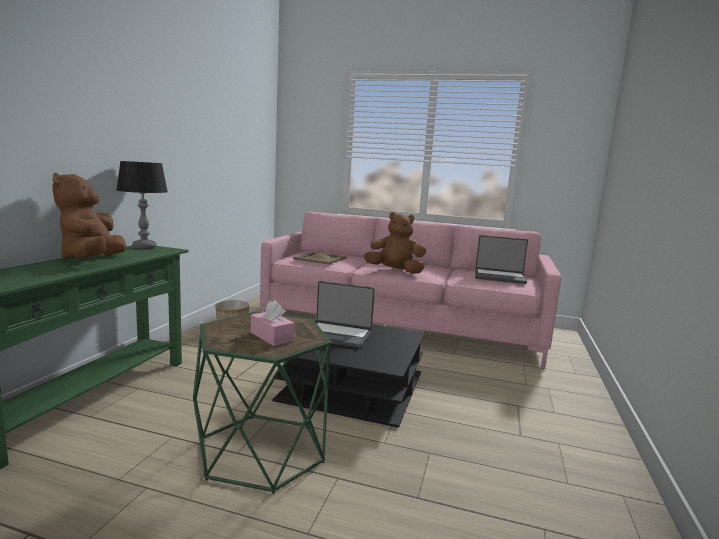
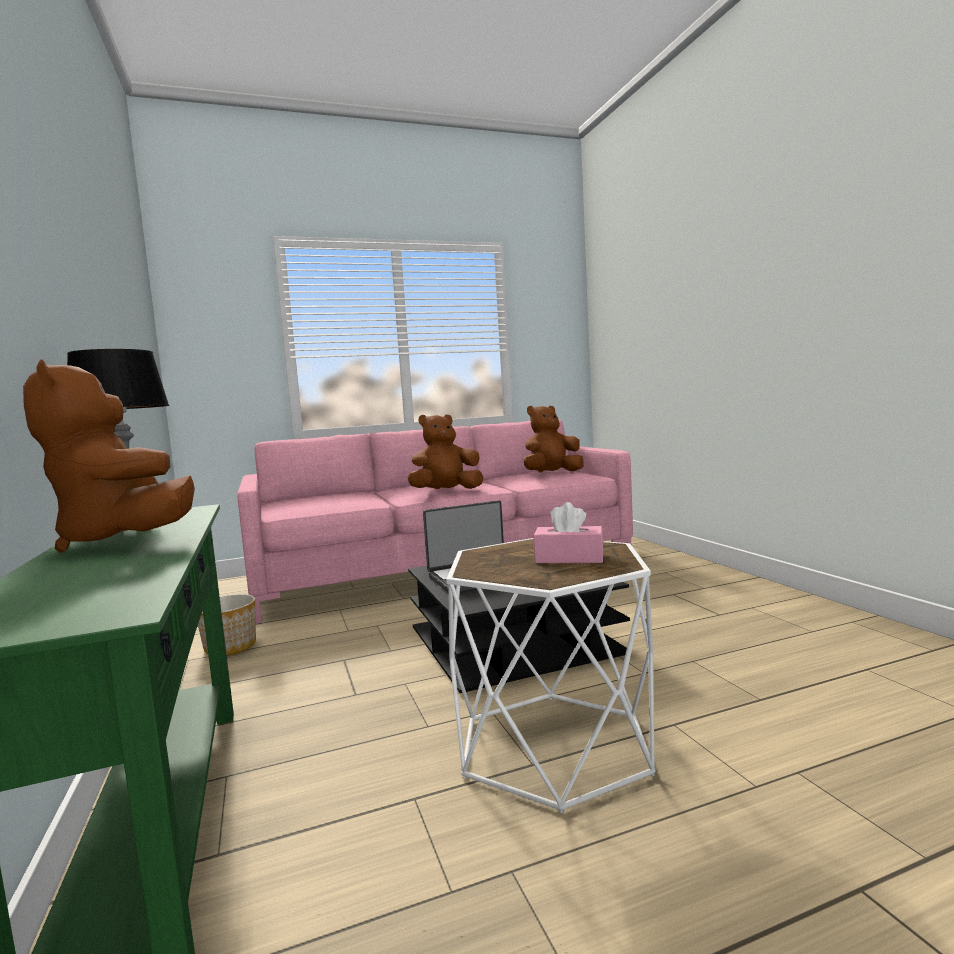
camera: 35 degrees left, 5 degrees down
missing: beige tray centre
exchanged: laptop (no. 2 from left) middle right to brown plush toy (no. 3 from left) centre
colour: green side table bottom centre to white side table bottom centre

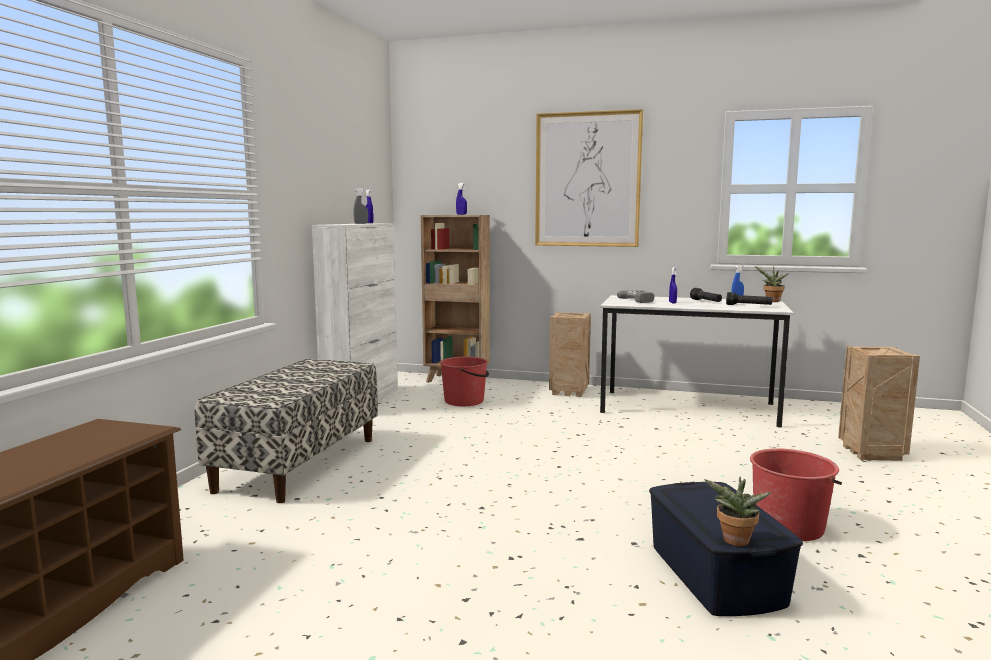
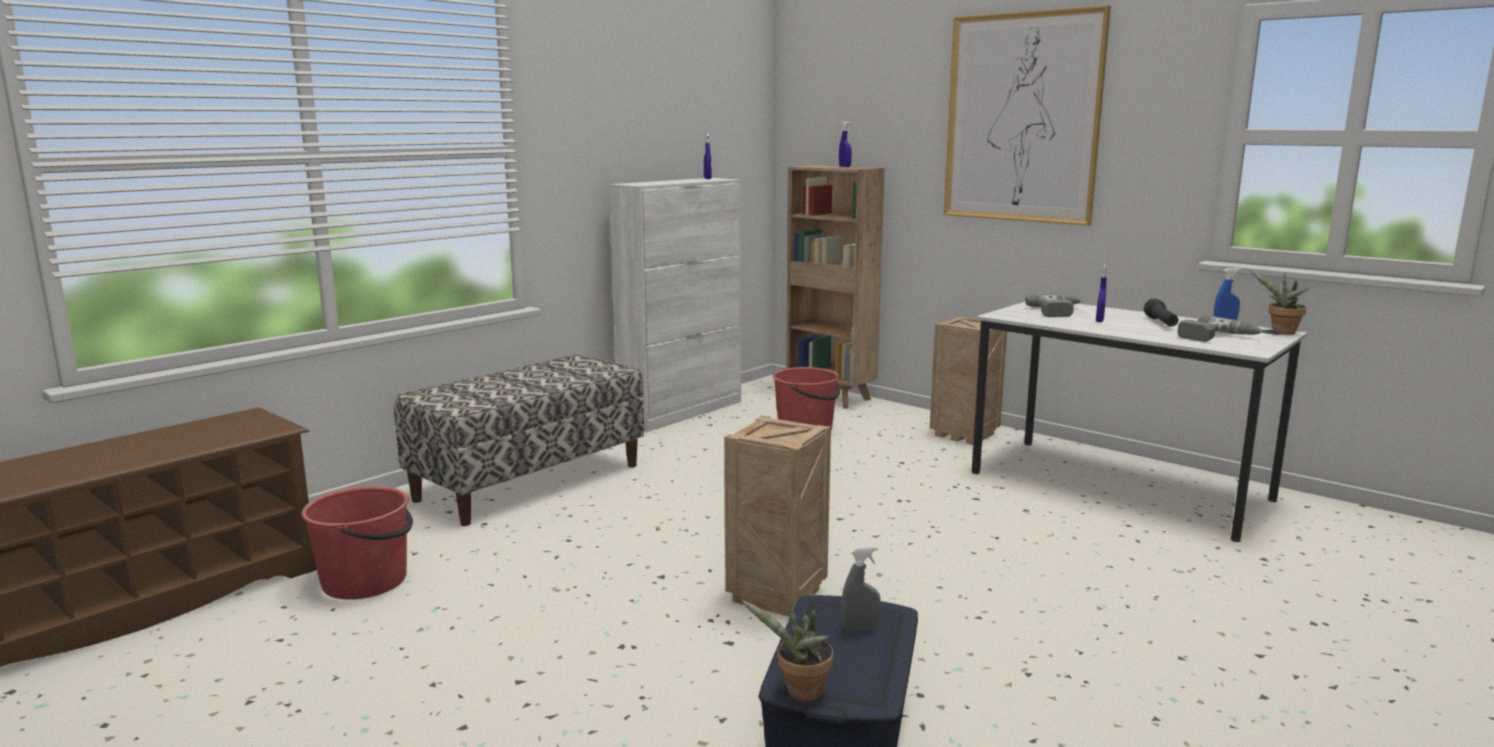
camera: 25 degrees right, 5 degrees up
relocated: grey spray bottle top centre to bottom centre; red bucket (no. 2 from left in the first image) bottom right to red bucket (no. 1 from left) bottom left; crate (no. 2 from left in the first image) middle right to crate (no. 1 from left) bottom centre
exchanged: black flashlight (no. 2 from left) middle right to power drill (no. 2 from left) middle right

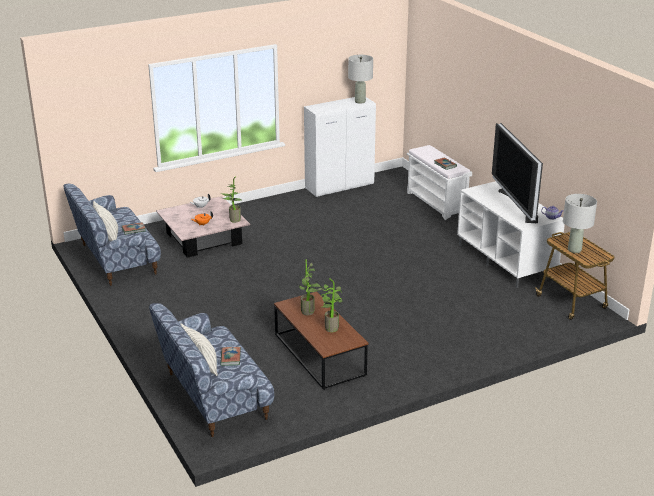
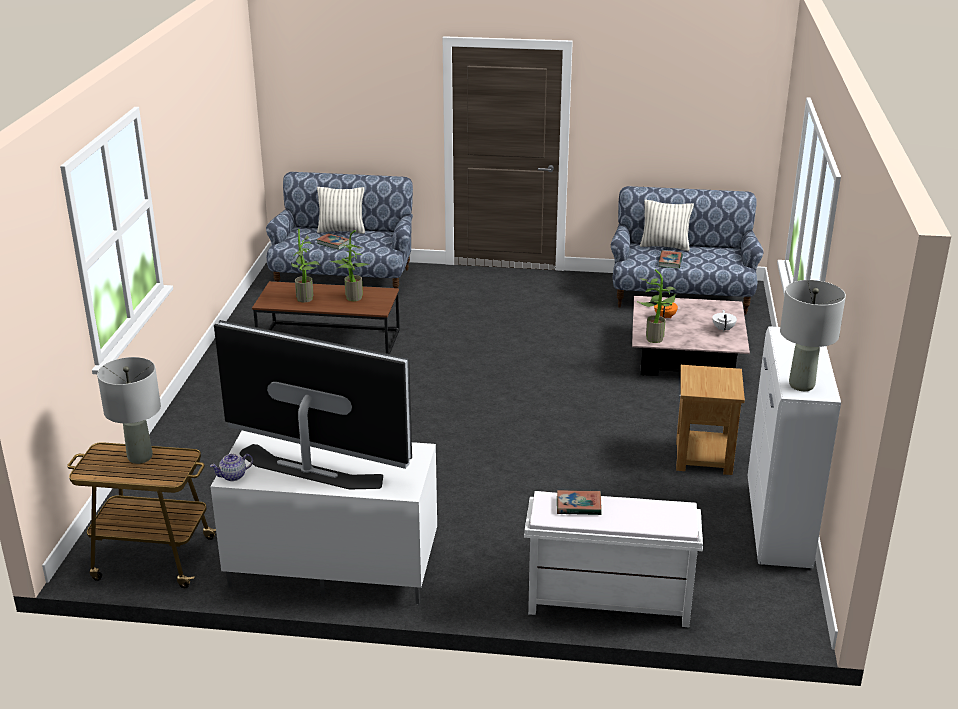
camera: 125 degrees right, 0 degrees up
appeared: brown side table middle right

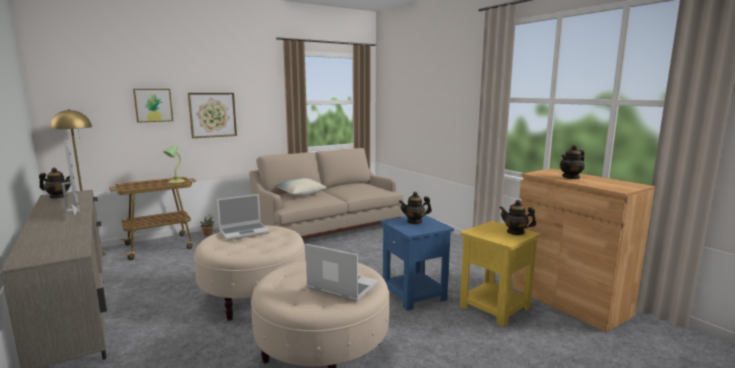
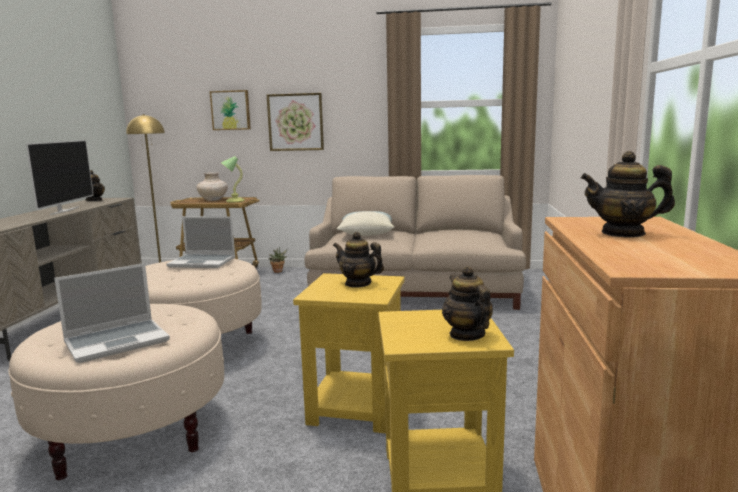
camera: 40 degrees right, 0 degrees up
appeared: beige vase middle left
colour: blue side table bottom centre to yellow side table (no. 1 from left) bottom centre
spun: laptop (no. 2 from left in the first image) bottom centre = middle left 75 degrees clockwise

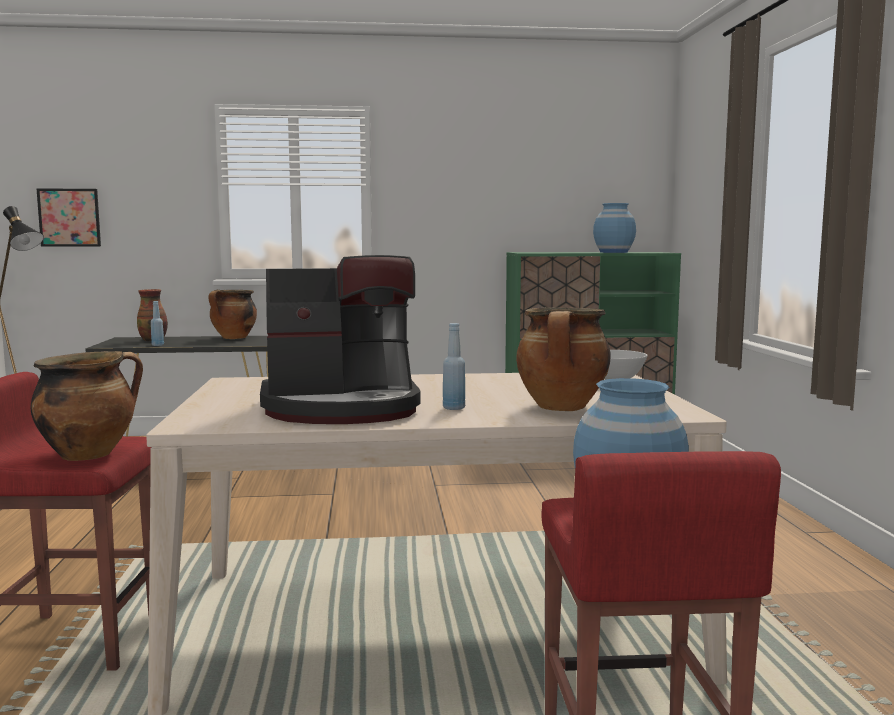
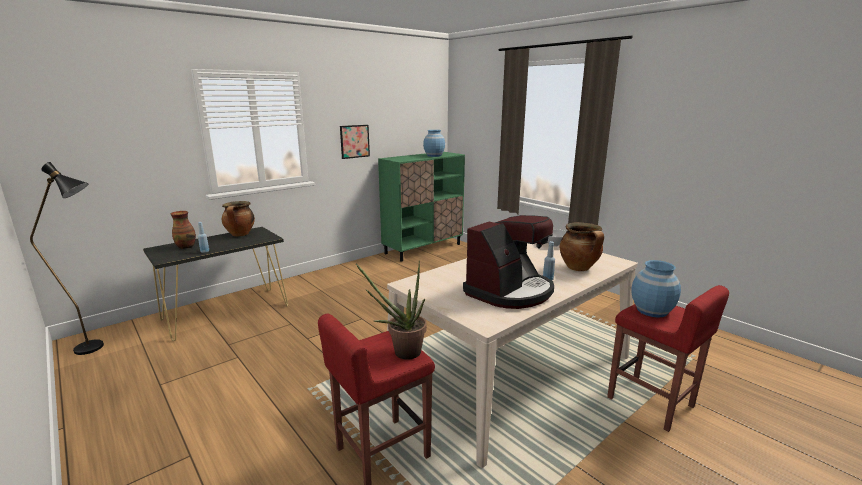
camera: 35 degrees left, 10 degrees up
relocated: picture top left to top centre
exchanged: cooking pot (no. 1 from left) middle left to potted plant centre

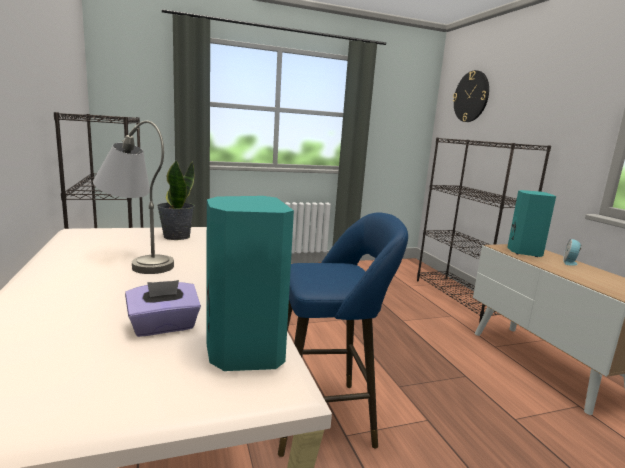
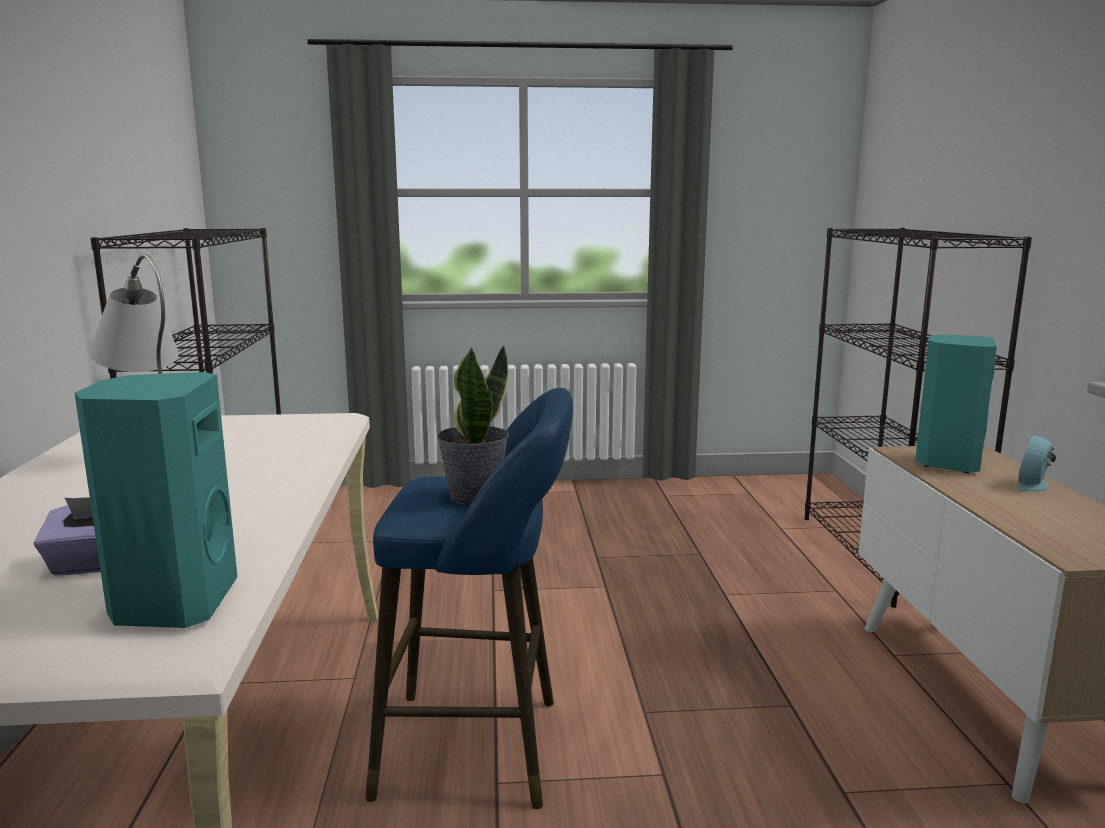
camera: 15 degrees right, 0 degrees up
missing: wall clock top right
relocated: potted plant middle left to centre

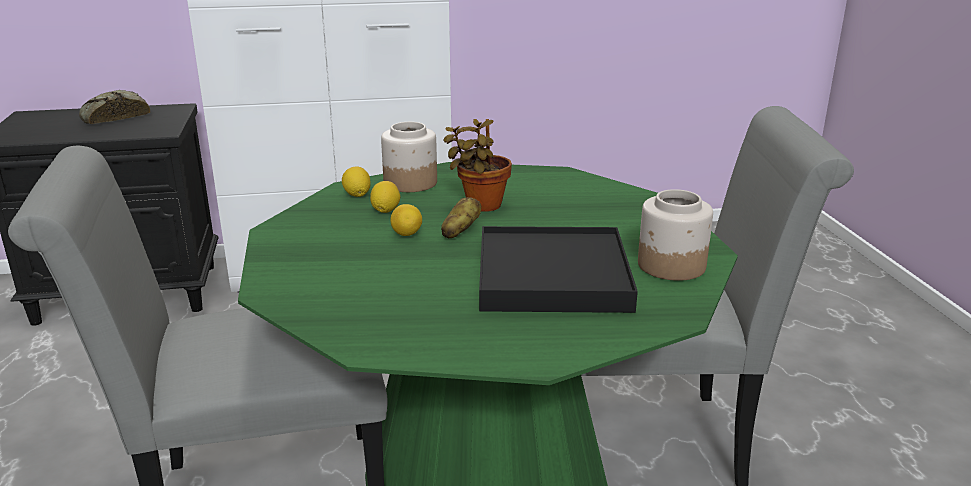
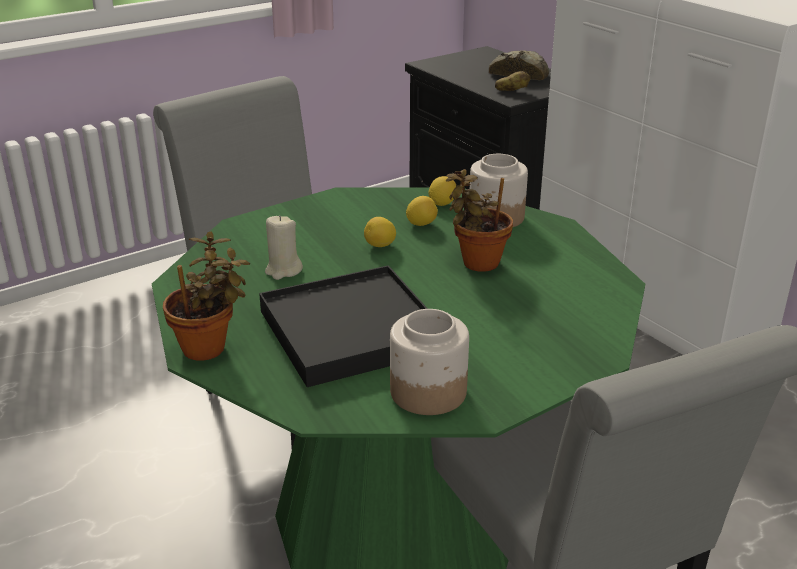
camera: 65 degrees right, 5 degrees up
appeared: potted plant (no. 1 from left) middle left; beige candle centre
relocated: potato centre to top centre

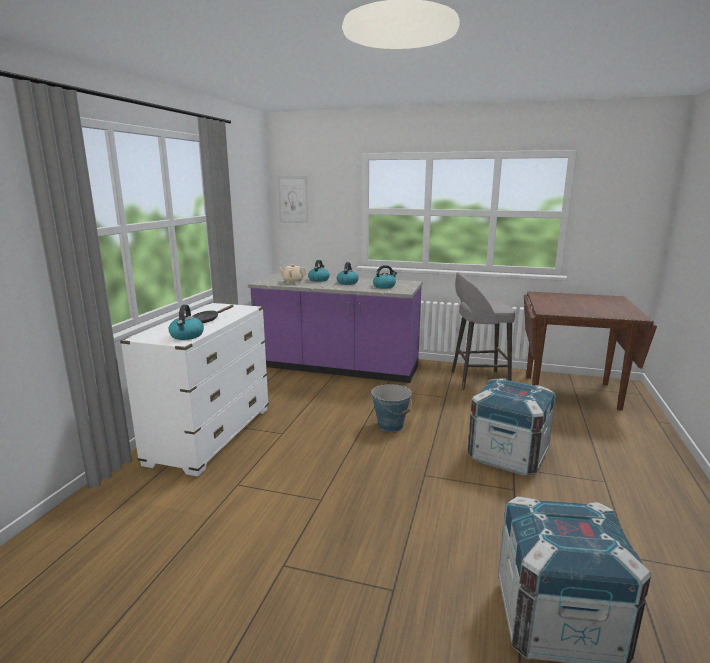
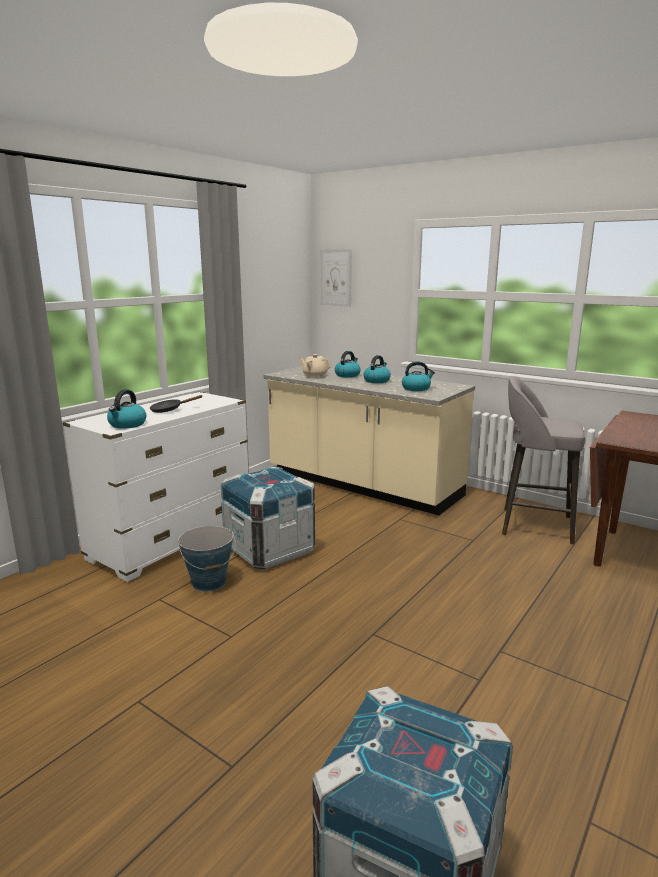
camera: 20 degrees right, 0 degrees up
relocated: bucket centre to middle left; crate (no. 1 from left) middle right to centre
colour: purple counter centre to beige counter centre

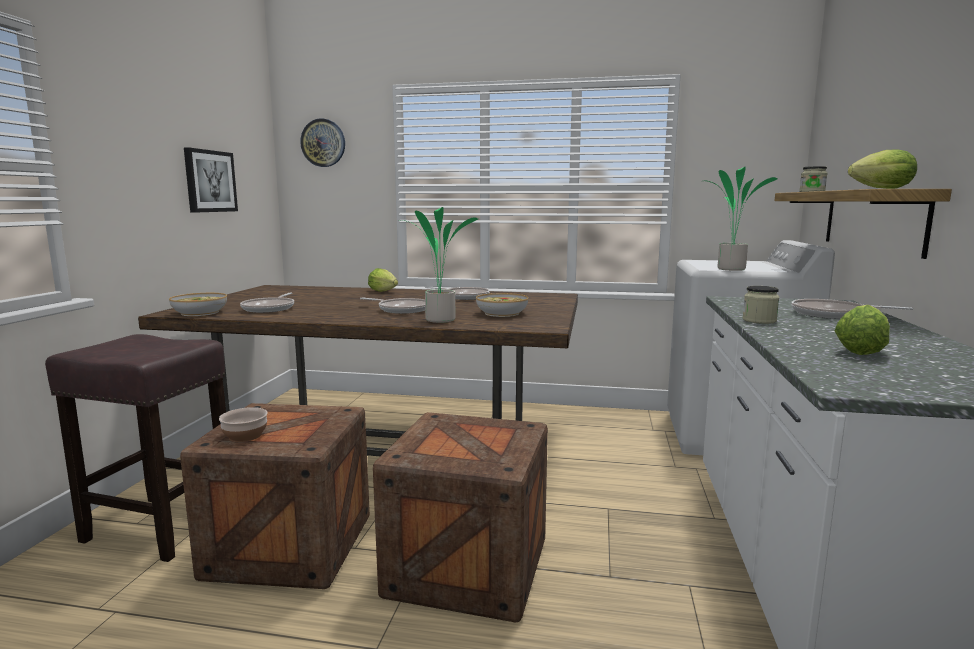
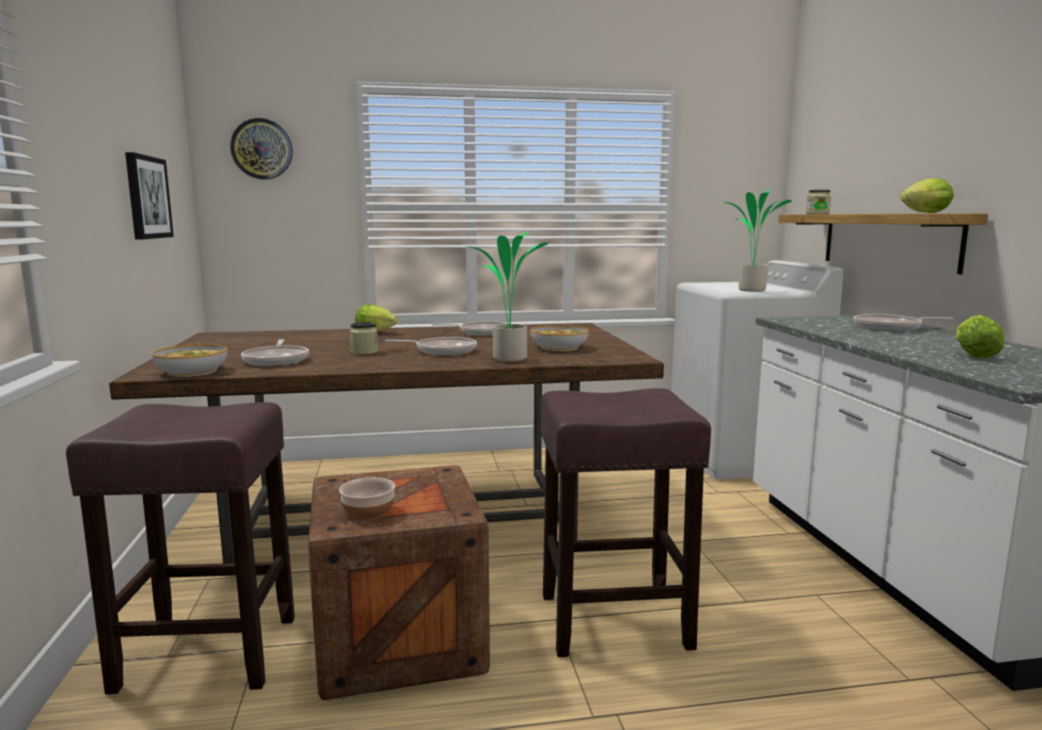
camera: 20 degrees left, 0 degrees up
relocated: jar (no. 1 from left) middle right to centre
exchanged: crate (no. 2 from left) bottom centre to brown stool (no. 2 from left) bottom centre

